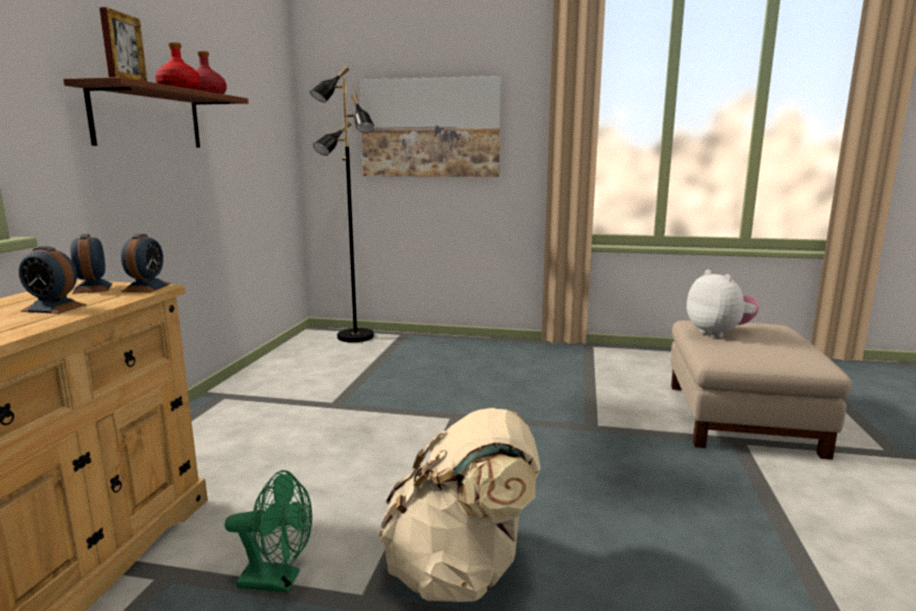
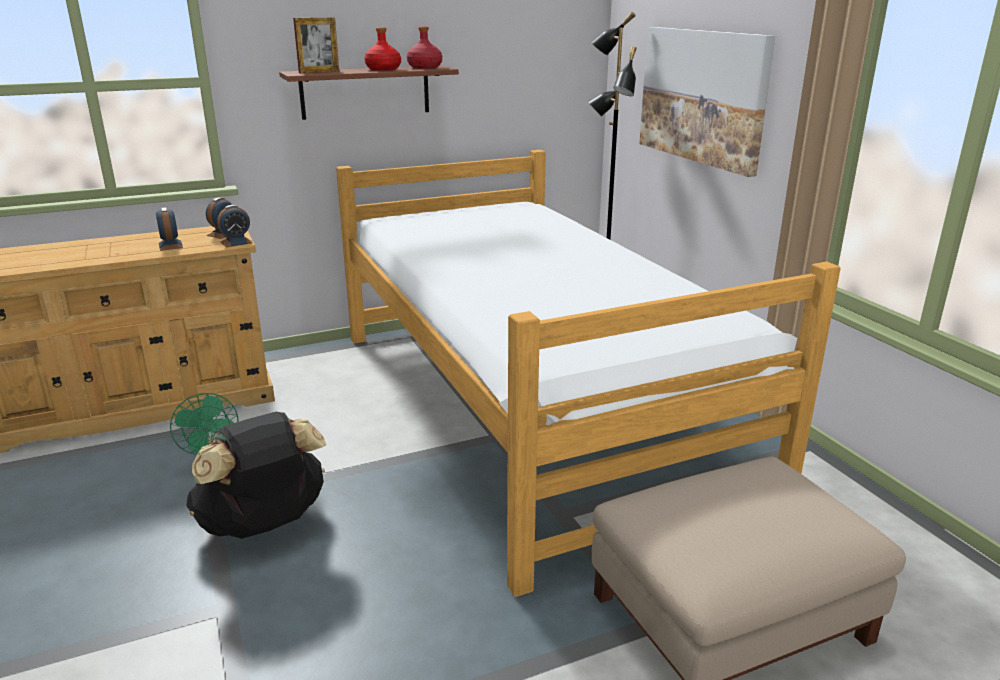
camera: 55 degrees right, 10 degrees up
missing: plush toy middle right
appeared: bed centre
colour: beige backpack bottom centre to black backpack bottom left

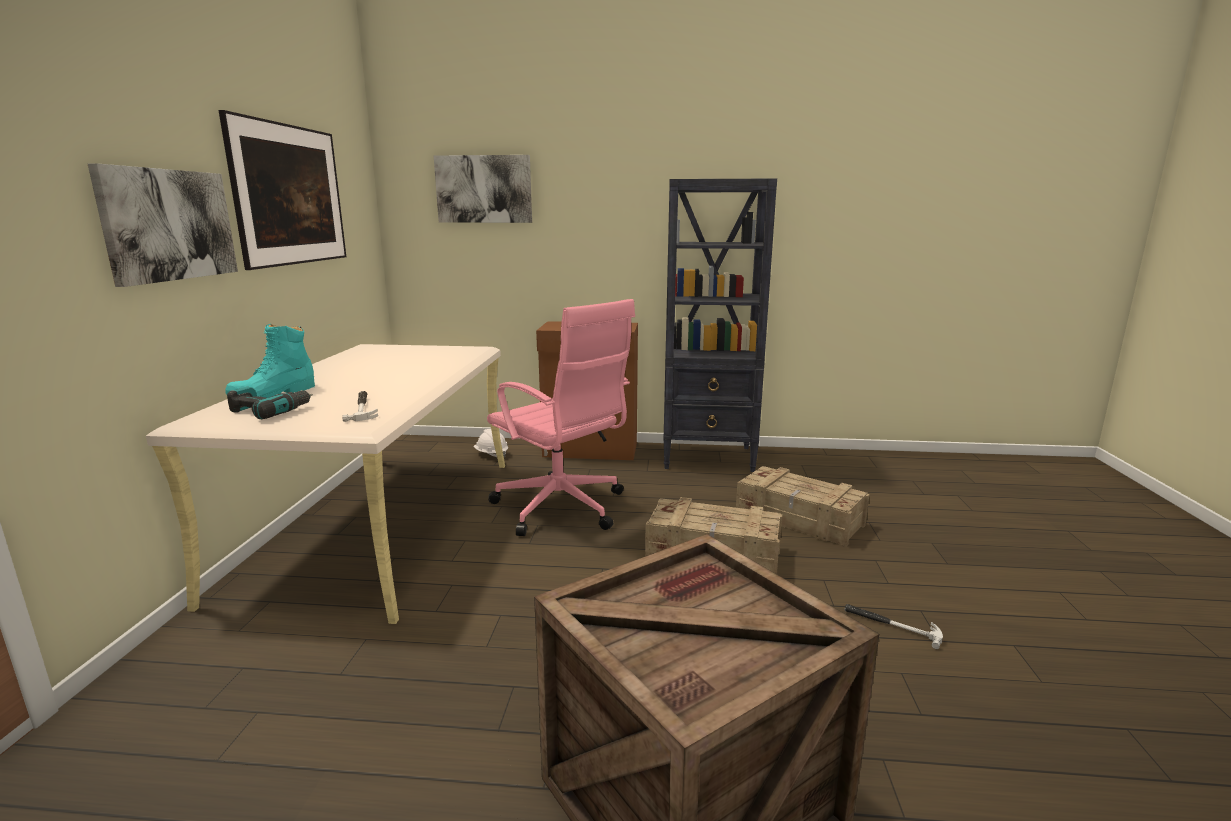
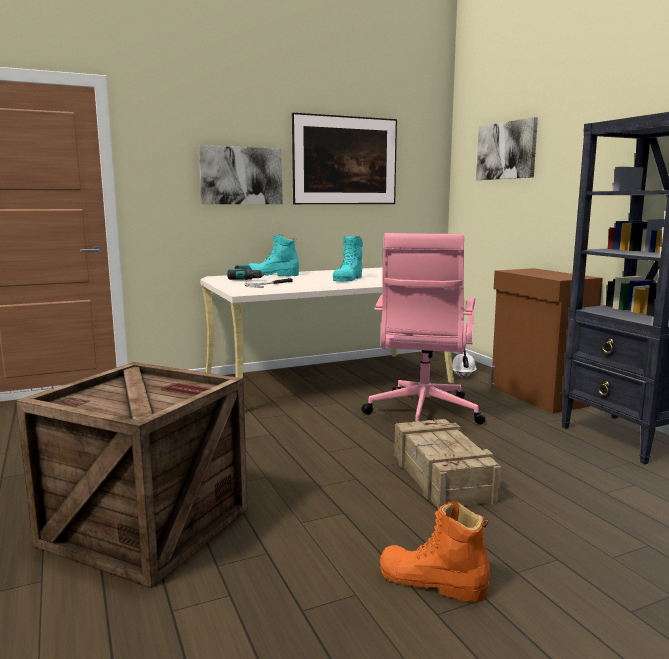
camera: 60 degrees right, 5 degrees down
missing: crate (no. 3 from left) centre
appeared: turquoise boot (no. 2 from left) centre
exchanged: hammer (no. 2 from left) bottom right to orange boot bottom centre

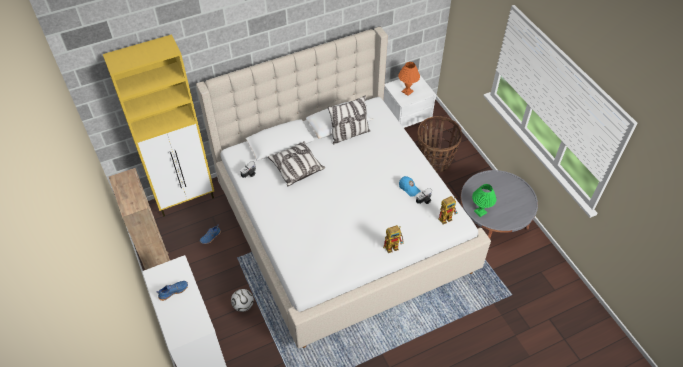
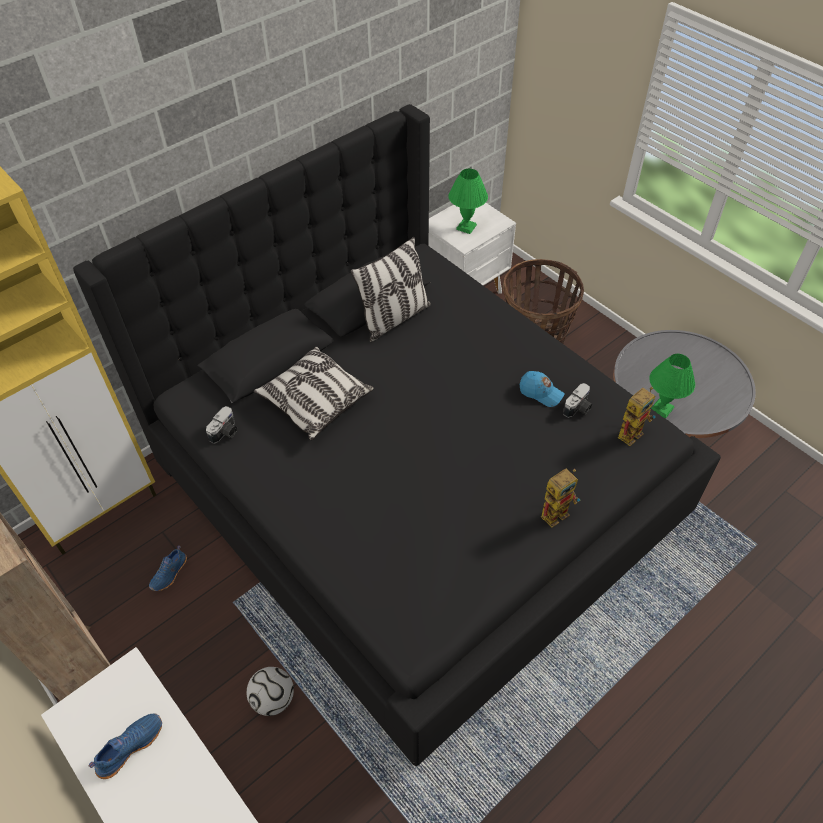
camera: 15 degrees left, 0 degrees up
colour: beige bed centre to black bed centre; orange table lamp top centre to green table lamp (no. 1 from left) top centre

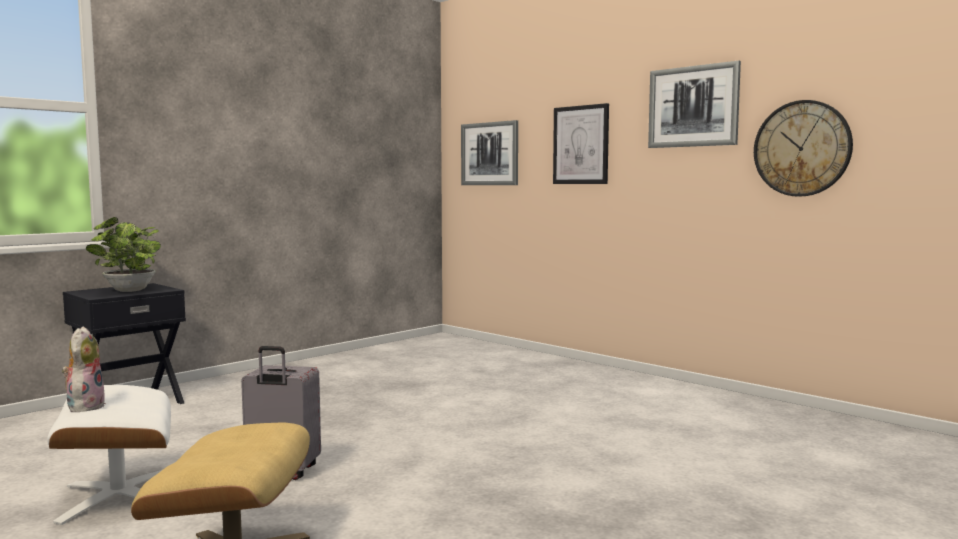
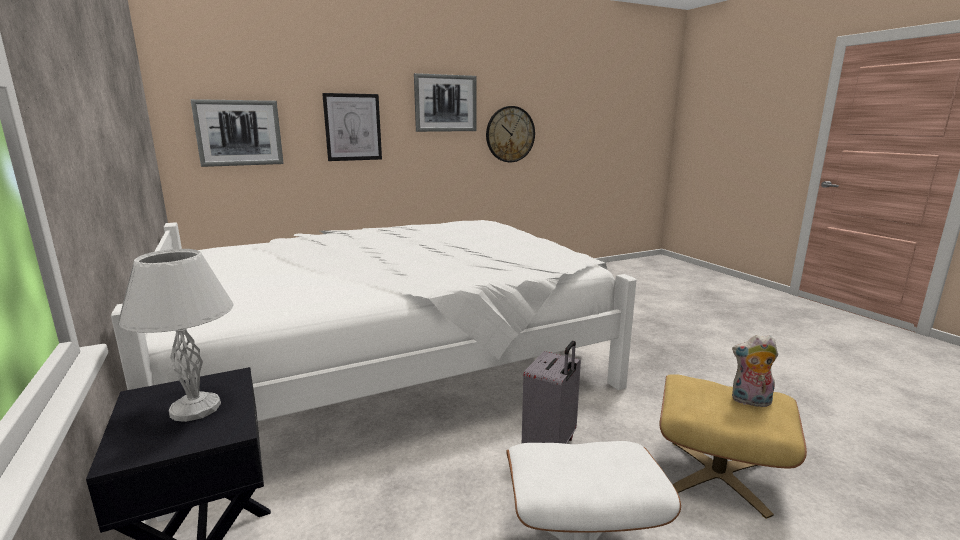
camera: 70 degrees left, 10 degrees up
appeared: white bed bottom centre
relocated: plush toy bottom left to bottom right
exchanged: potted plant middle left to white table lamp middle left

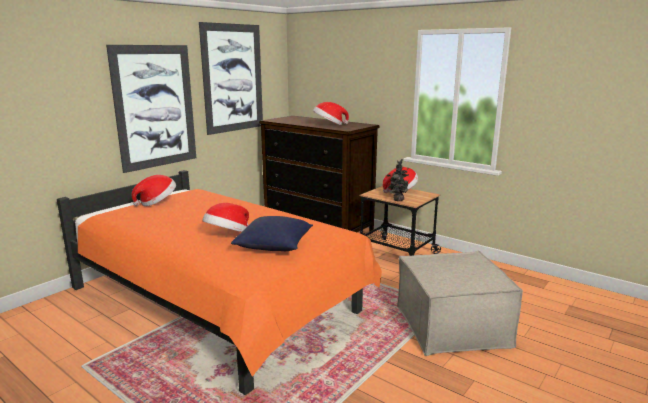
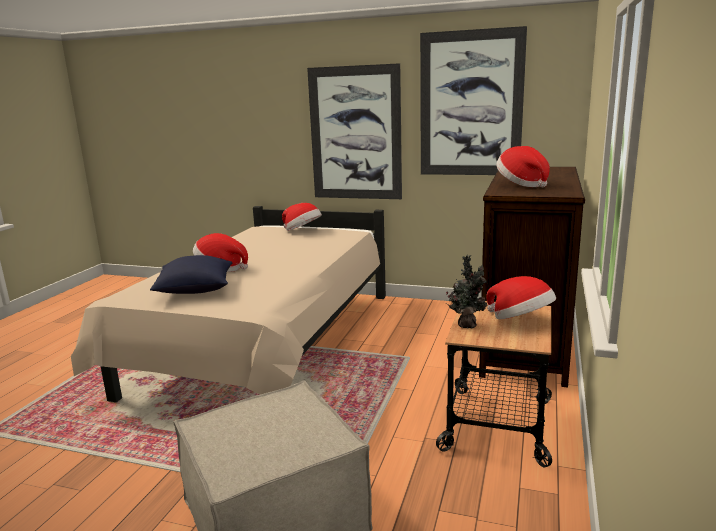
camera: 70 degrees right, 0 degrees up
colour: orange bed bottom centre to beige bed middle left

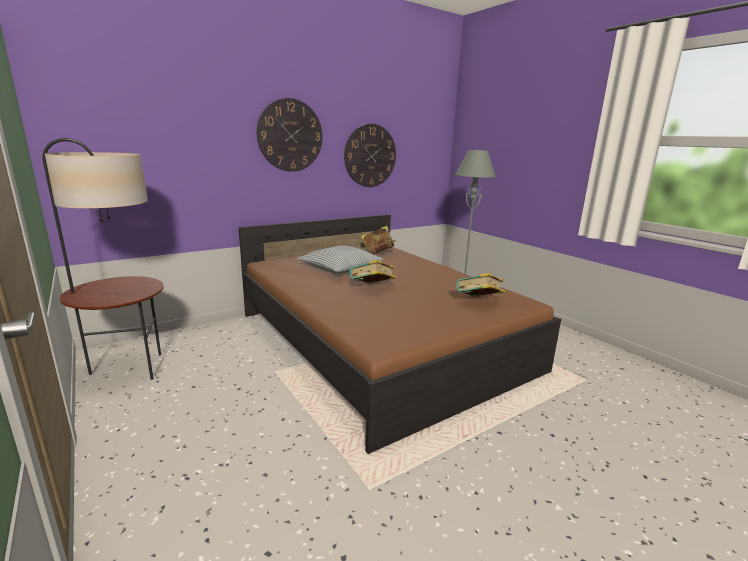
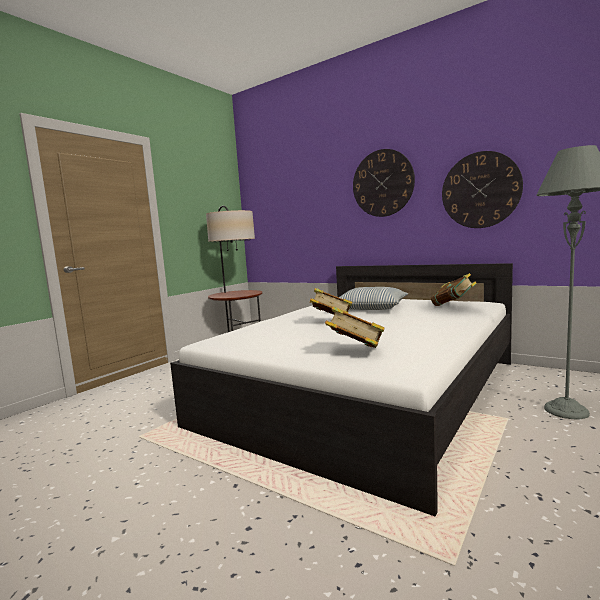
camera: 70 degrees right, 10 degrees down
colour: brown bed centre to white bed centre

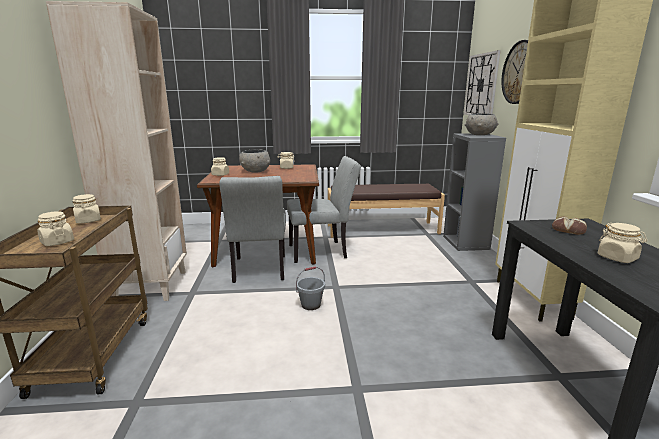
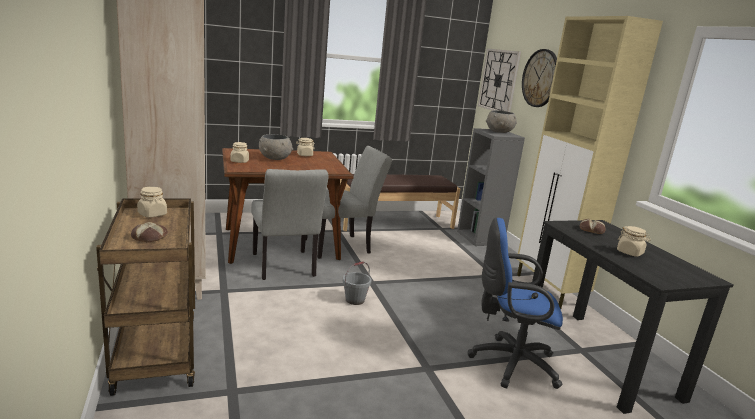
camera: 15 degrees left, 0 degrees up
appeared: blue office chair bottom right
exchanged: beige jar (no. 1 from left) middle left to bread (no. 1 from left) middle left

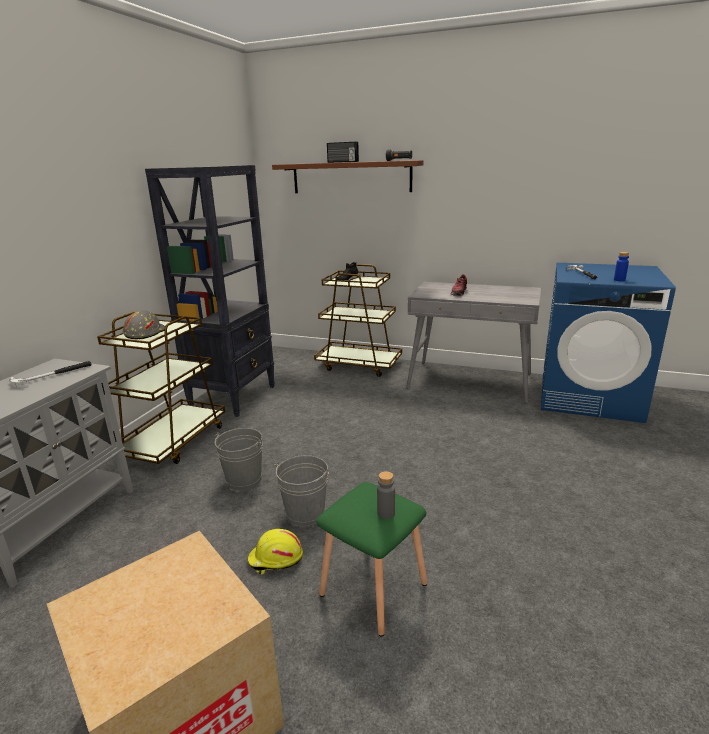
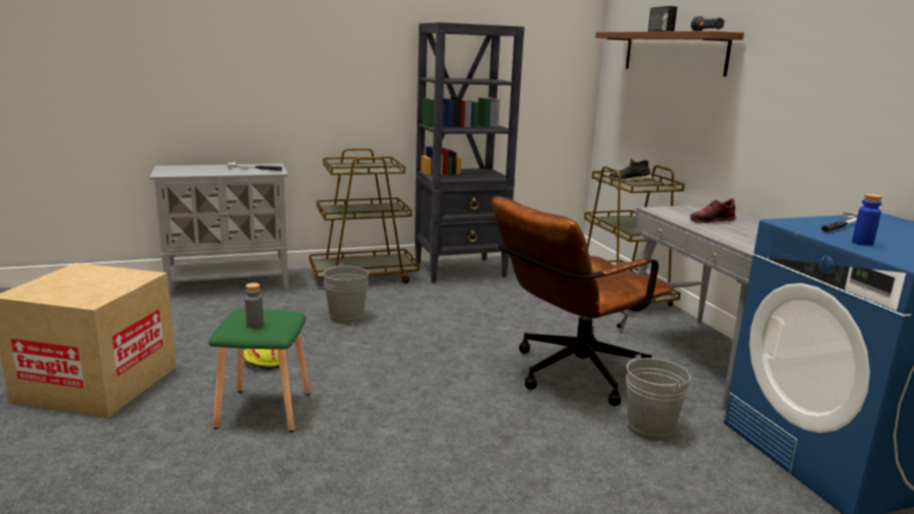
camera: 50 degrees right, 5 degrees down
missing: grey hard hat middle left
appeared: brown office chair centre
relocated: grey bucket (no. 2 from left) bottom centre to bottom right

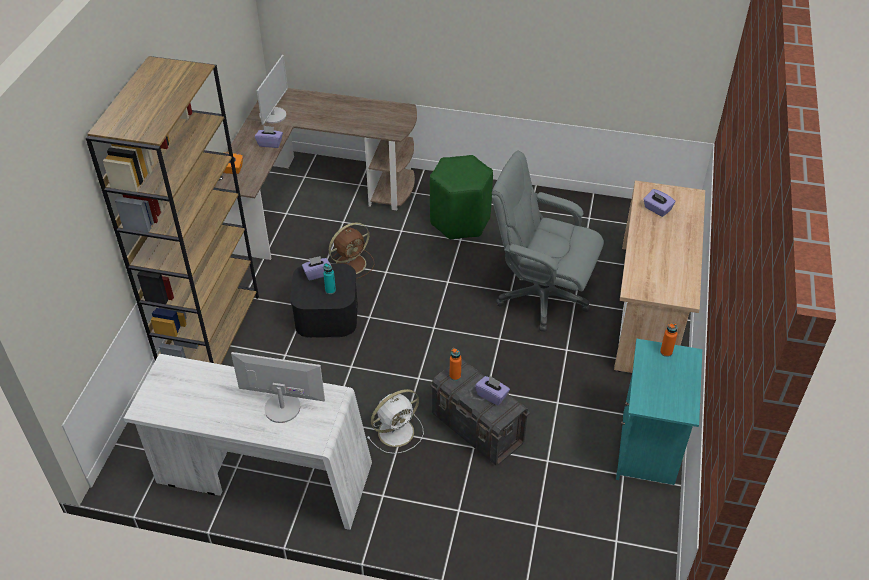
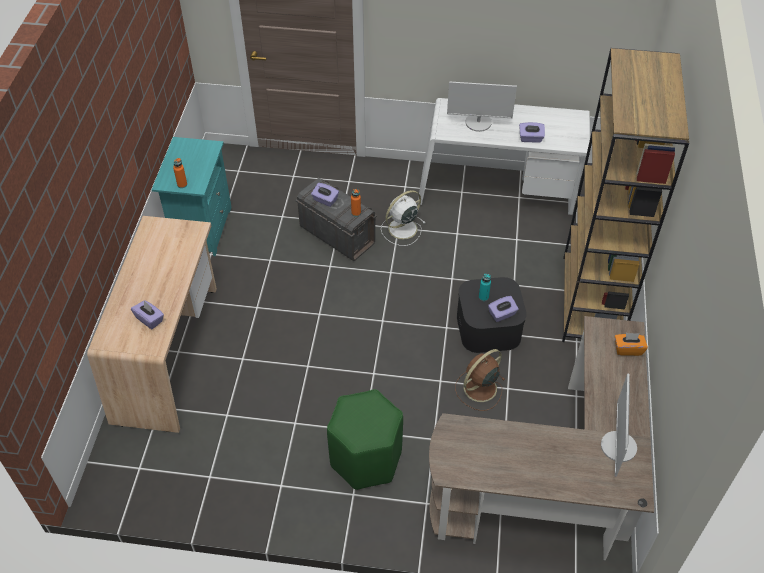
camera: 175 degrees right, 5 degrees up
missing: grey office chair centre
relocated: purple tissue box (no. 1 from left in the first image) top left to purple tissue box (no. 4 from left) top right

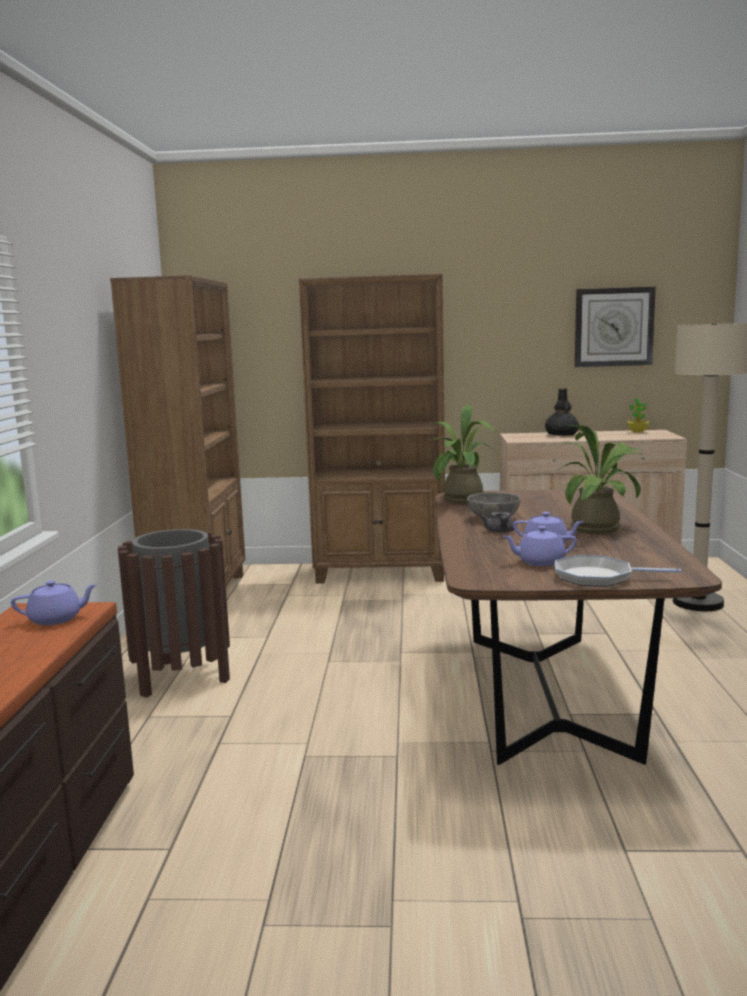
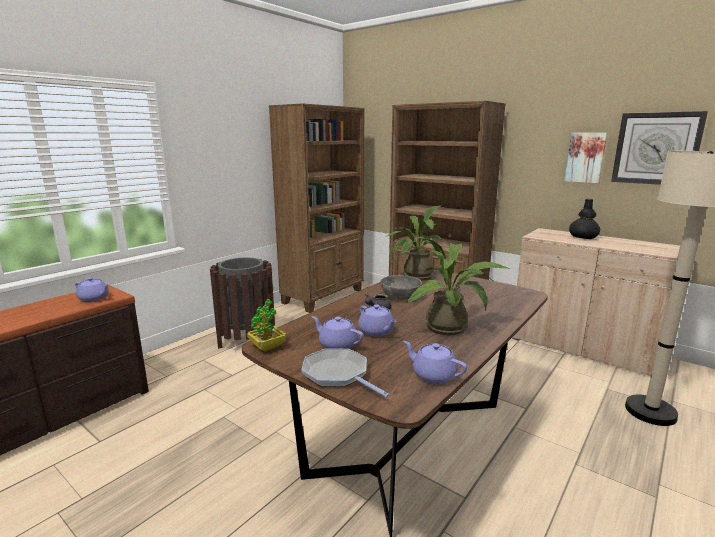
camera: 35 degrees right, 5 degrees up
appeared: purple teapot (no. 4 from left) bottom centre; picture top right
relocated: potted plant (no. 3 from left in the first image) middle right to potted plant (no. 1 from left) centre

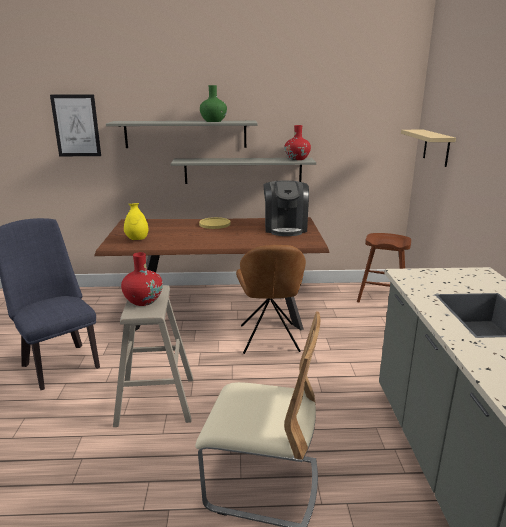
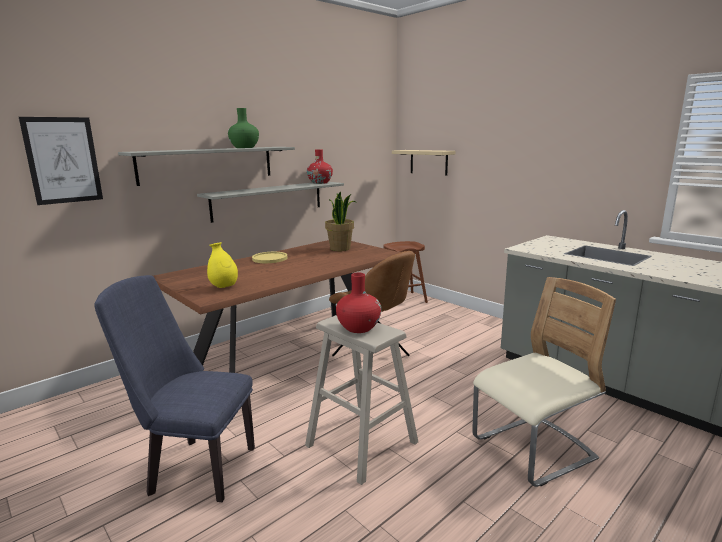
camera: 40 degrees left, 5 degrees down
exchanged: coffee machine centre to potted plant centre

